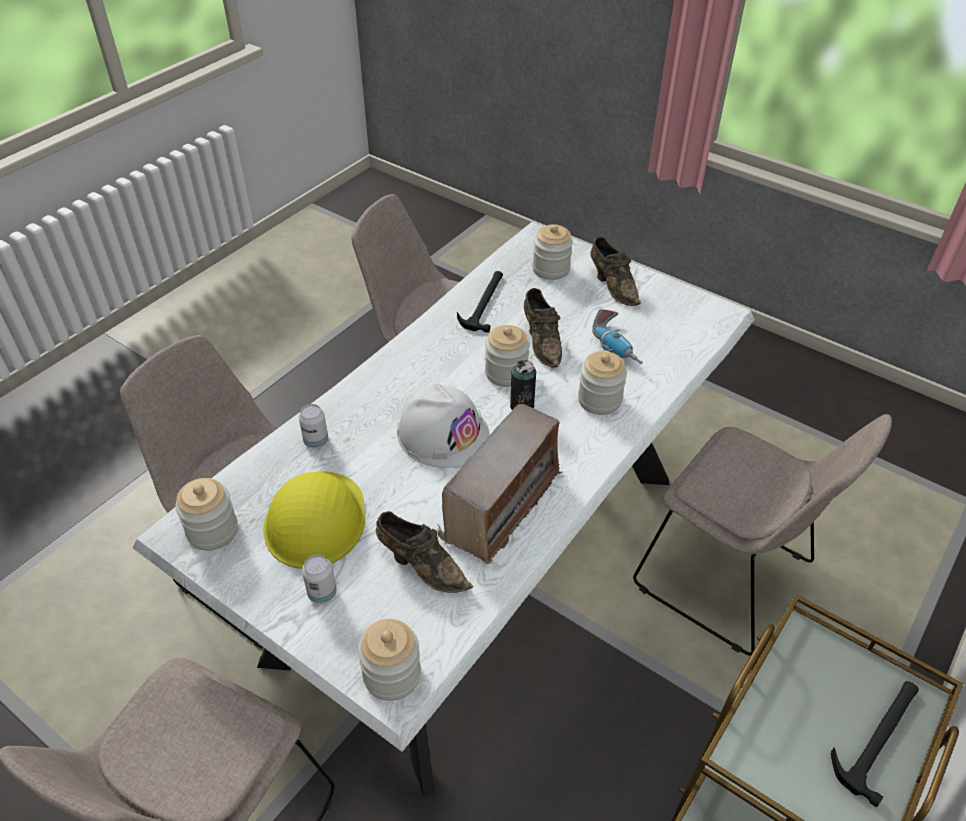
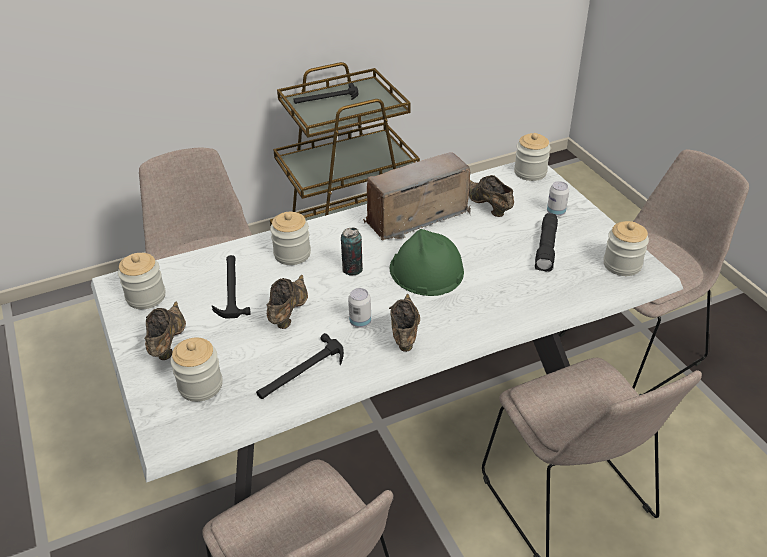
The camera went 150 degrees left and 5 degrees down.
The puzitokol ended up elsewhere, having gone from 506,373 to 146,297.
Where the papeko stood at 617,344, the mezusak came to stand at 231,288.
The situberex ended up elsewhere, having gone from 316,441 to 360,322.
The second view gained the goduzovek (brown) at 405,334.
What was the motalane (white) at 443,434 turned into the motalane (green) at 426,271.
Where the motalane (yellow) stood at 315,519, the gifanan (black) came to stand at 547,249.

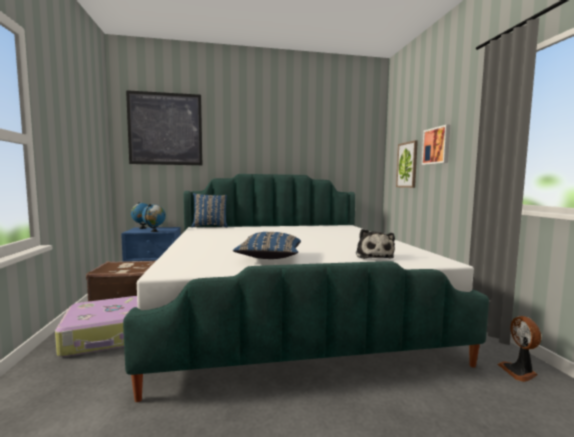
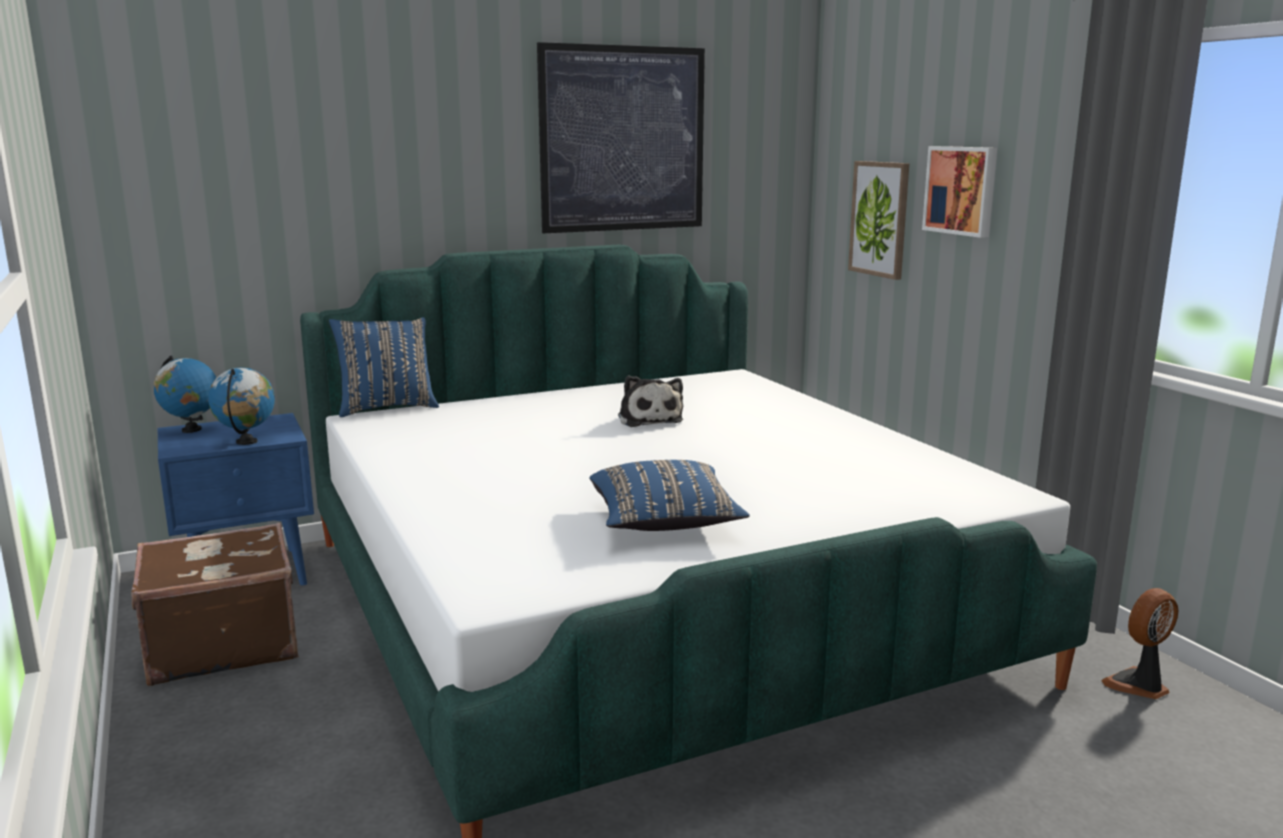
The camera went 15 degrees left and 10 degrees up.
The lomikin ended up elsewhere, having gone from 165,129 to 623,139.
The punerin ended up elsewhere, having gone from 373,256 to 649,419.
The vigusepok at 519,372 ended up facing another way, 75 degrees clockwise from before.
The second view lost the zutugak at 106,336.

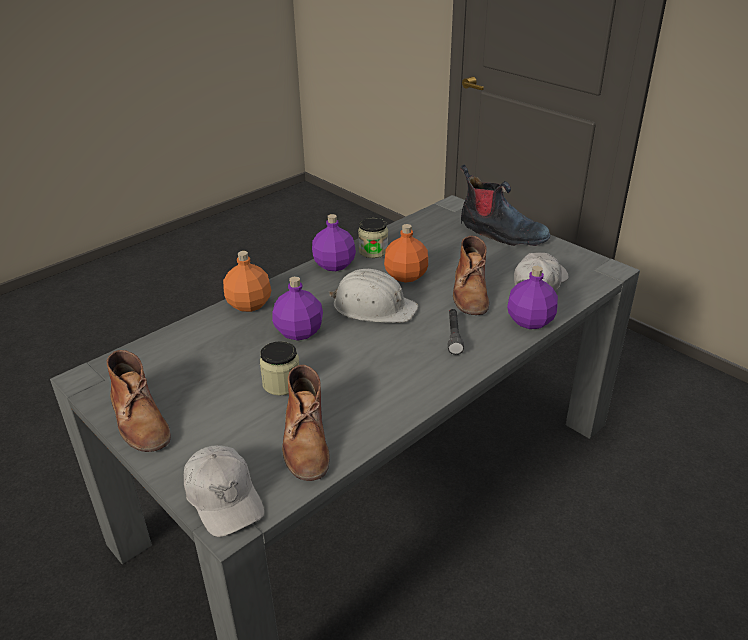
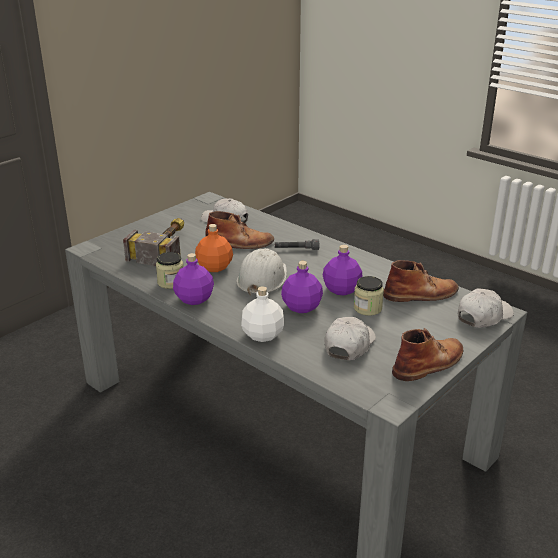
The camera went 95 degrees left and 5 degrees down.
The second view gained the mezusak at 166,247.
What was the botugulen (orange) at 249,305 turned into the botugulen (white) at 263,335.
The botugulen (purple) ended up elsewhere, having gone from 531,321 to 342,289.
The second view gained the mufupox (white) at 349,345.
The second view lost the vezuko at 501,234.

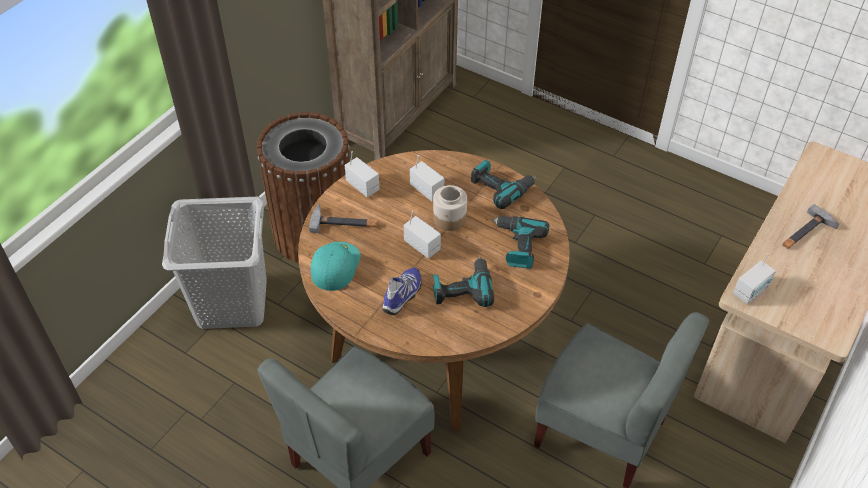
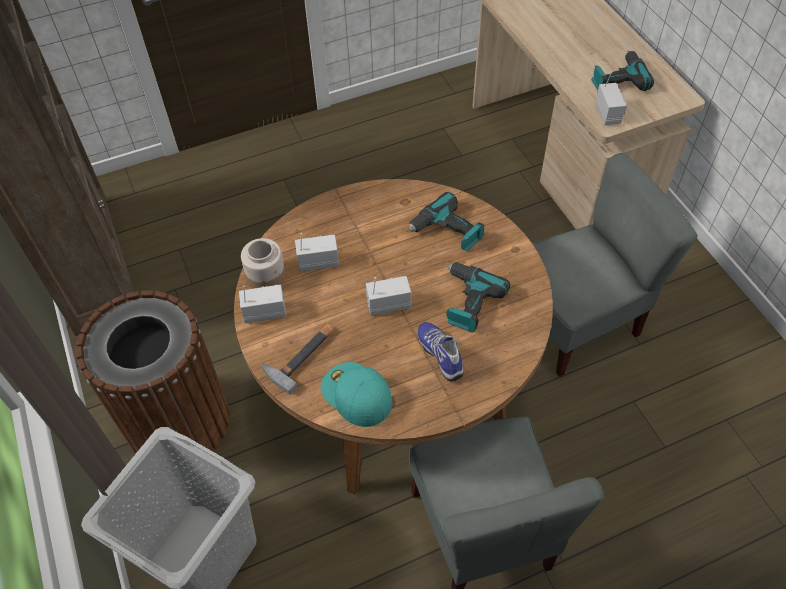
The camera went 55 degrees left and 5 degrees up.
The puzitokol ended up elsewhere, having gone from 450,219 to 266,276.
The papeko ended up elsewhere, having gone from 501,187 to 618,79.
The second view lost the mezusak at 806,233.

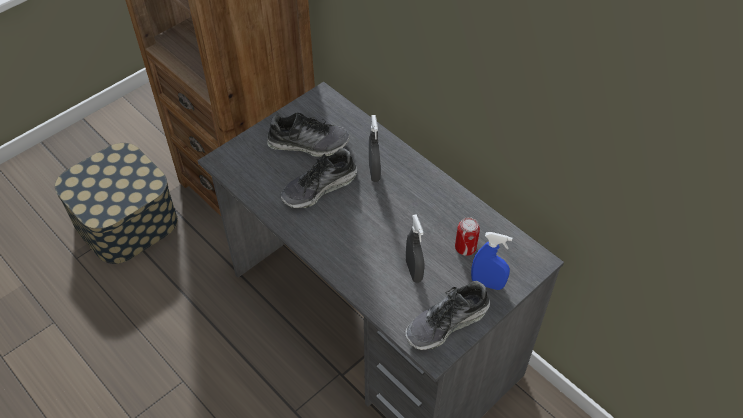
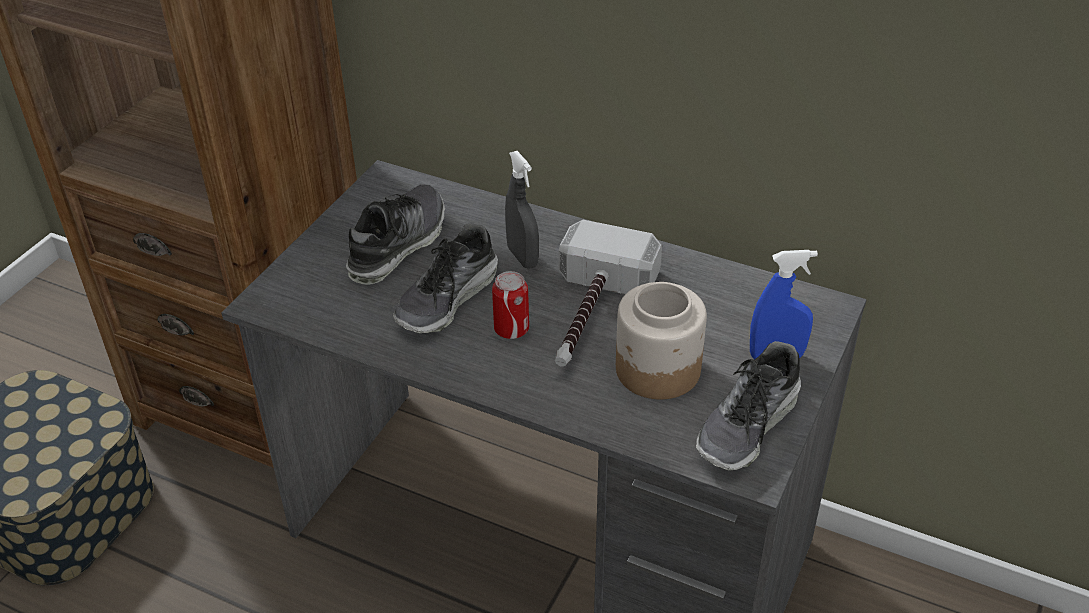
The camera went 20 degrees left and 10 degrees down.
The goduzovek at 308,144 ended up facing another way, 45 degrees counterclockwise from before.
The situberex ended up elsewhere, having gone from 465,248 to 511,329.
The second view gained the mezusak at 590,316.
Where the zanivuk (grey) stood at 414,271, the puzitokol came to stand at 657,370.

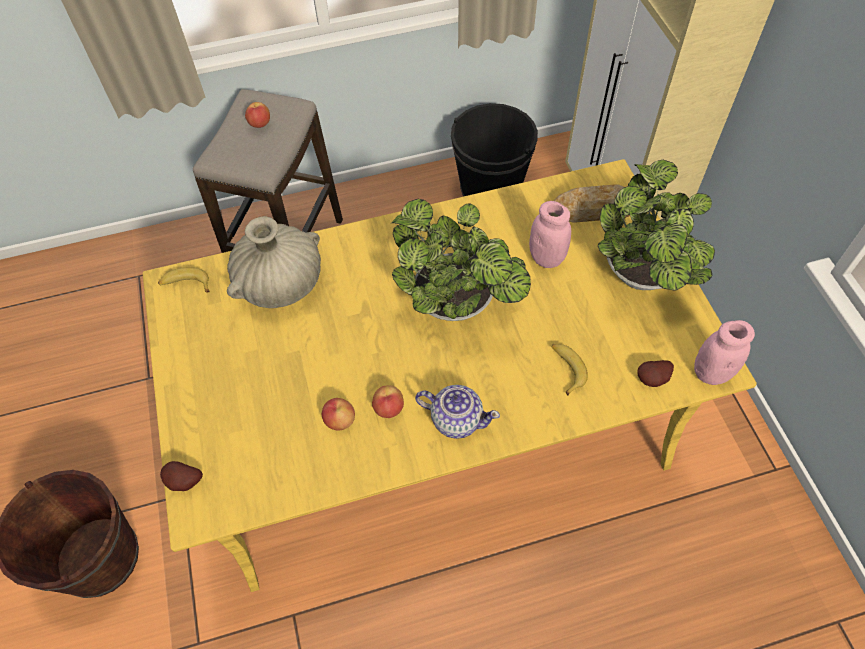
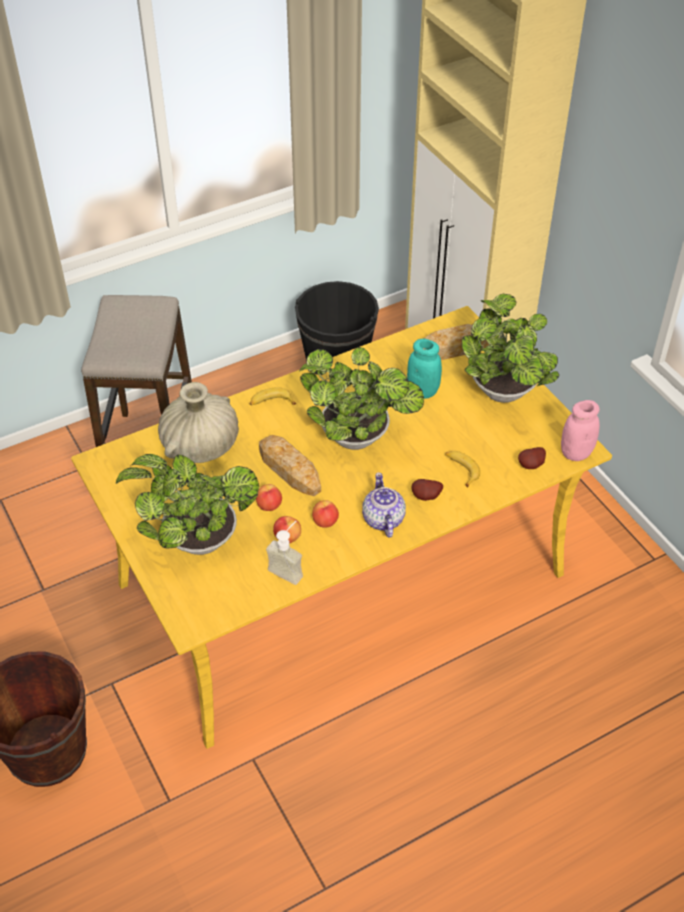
The camera went 15 degrees left and 10 degrees down.
The second view gained the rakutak at 195,539.
The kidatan ended up elsewhere, having gone from 186,284 to 271,402.
The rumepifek ended up elsewhere, having gone from 260,124 to 269,506.
The second view gained the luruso at 289,469.
The second view gained the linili at 289,568.
The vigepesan at 456,419 ended up facing another way, 105 degrees counterclockwise from before.
What was the puzitokol (pink) at 546,258 turned into the puzitokol (turquoise) at 423,391.
The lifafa ended up elsewhere, having gone from 184,482 to 426,497.

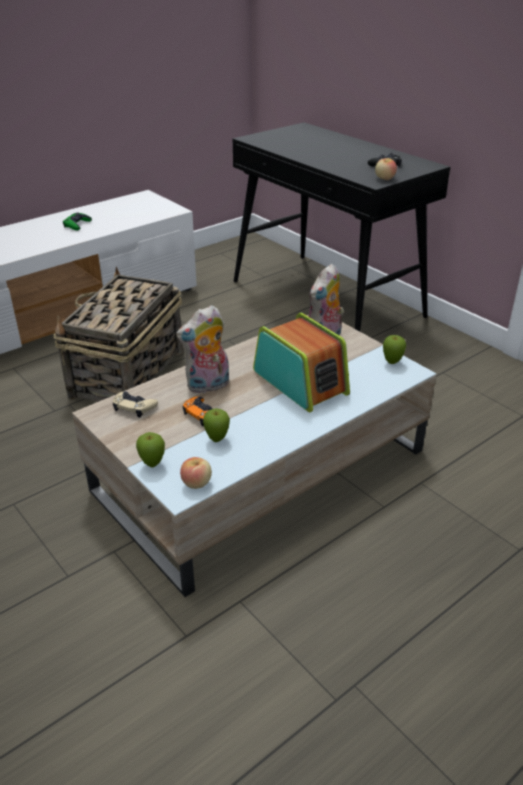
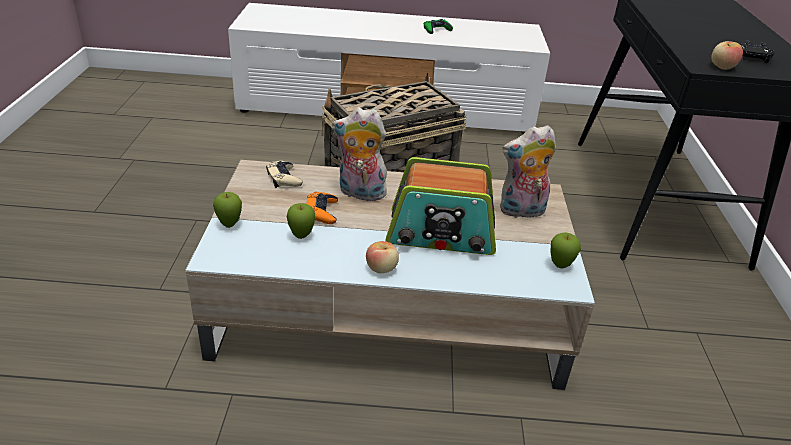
The camera went 40 degrees right and 0 degrees up.
The rumepifek ended up elsewhere, having gone from 196,483 to 382,268.
The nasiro at 301,382 ended up facing another way, 90 degrees clockwise from before.

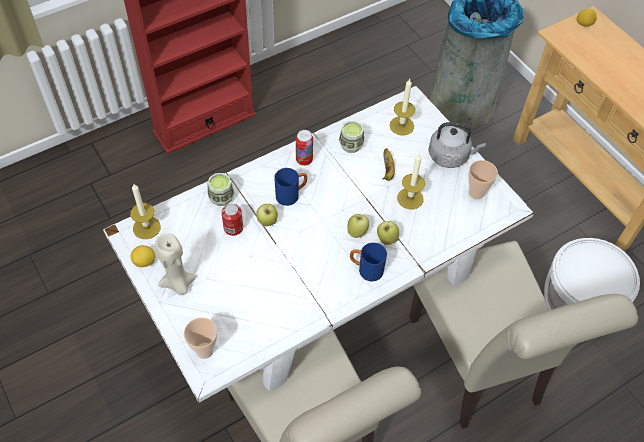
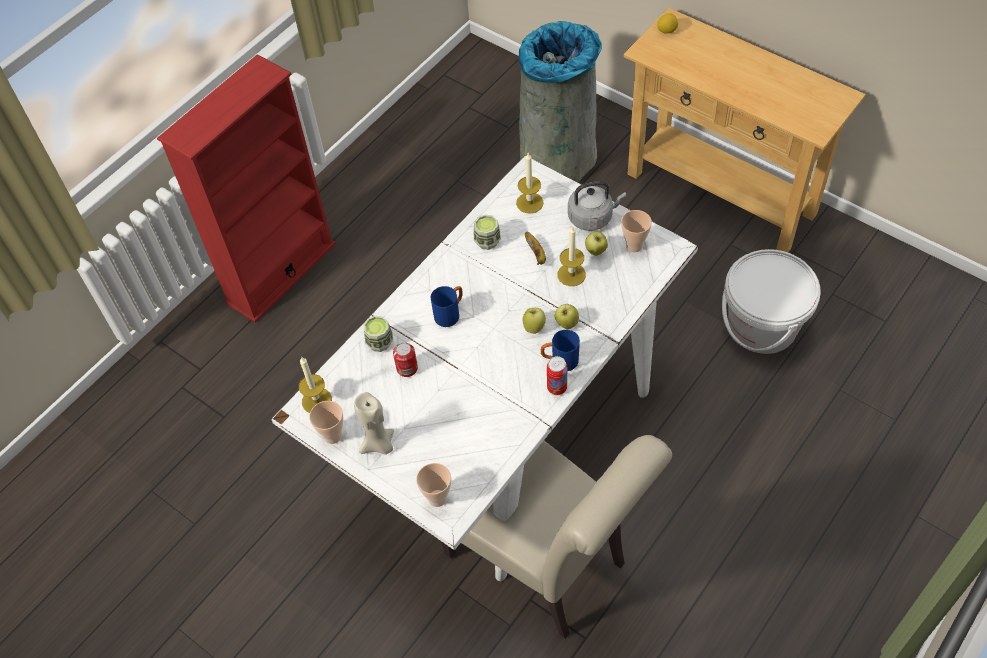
The camera went 15 degrees left and 0 degrees up.
Where the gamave stood at 144,262, the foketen came to stand at 333,435.
The situberex ended up elsewhere, having gone from 304,160 to 557,388.
The rumepifek ended up elsewhere, having gone from 267,222 to 596,251.
The second view lost the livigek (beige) at 478,367.

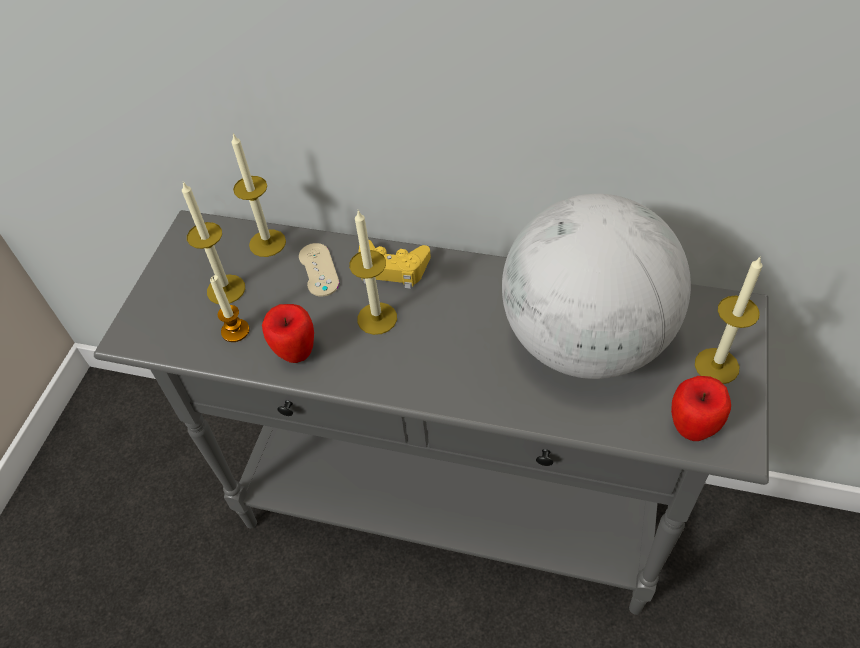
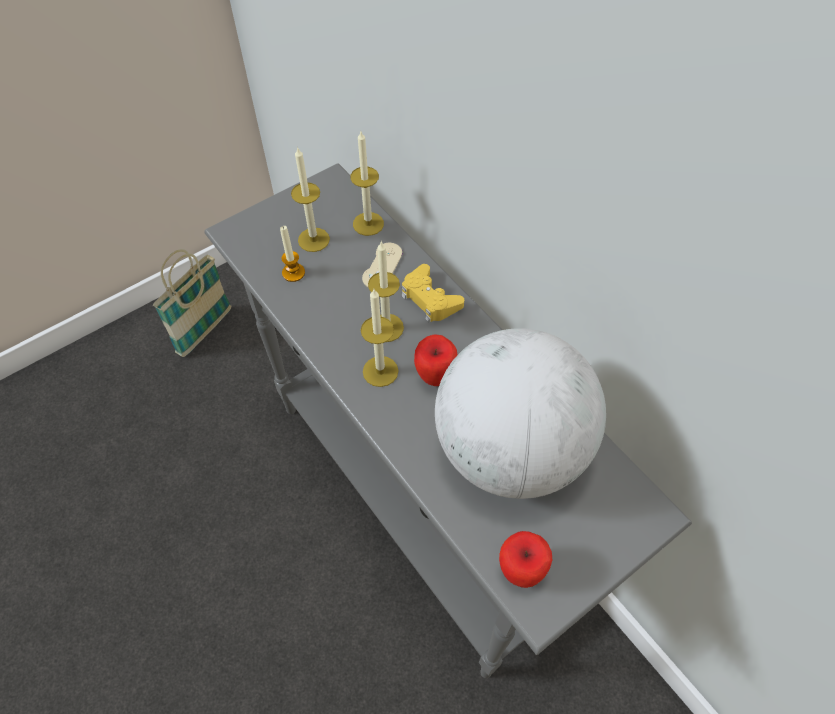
The camera went 35 degrees right and 5 degrees up.
The second view gained the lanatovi at 205,331.
The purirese ended up elsewhere, having gone from 716,366 to 380,371.
The rumepifek ended up elsewhere, having gone from 296,353 to 435,376.

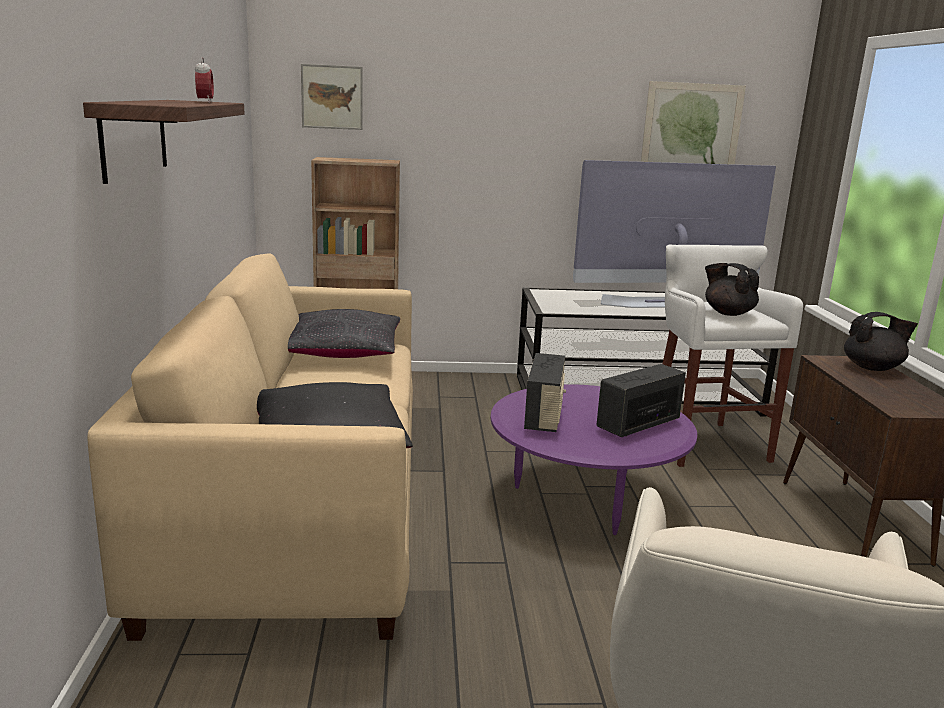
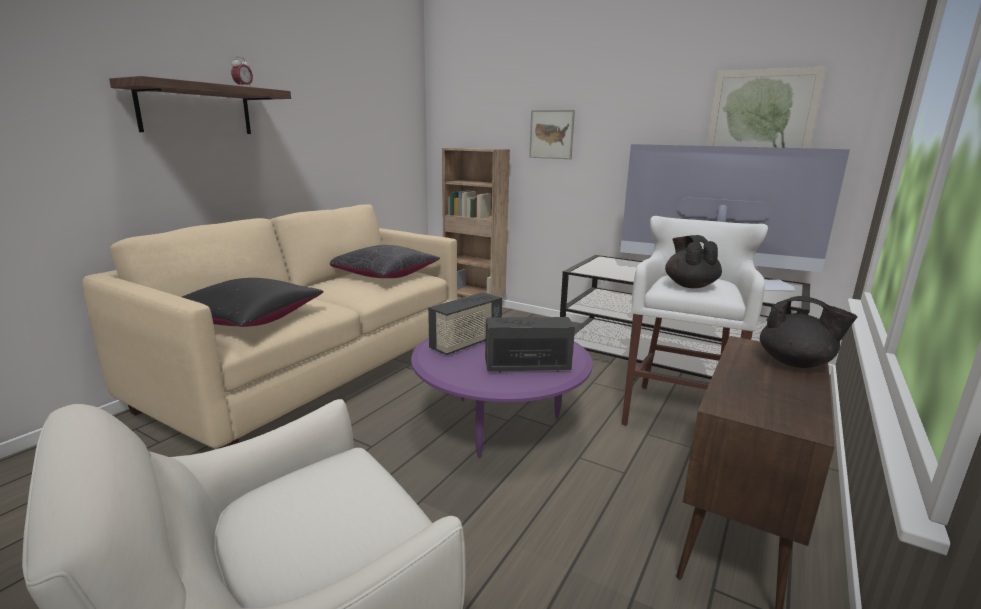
The camera went 35 degrees right and 0 degrees up.
The lomikin ended up elsewhere, having gone from 332,97 to 551,134.

